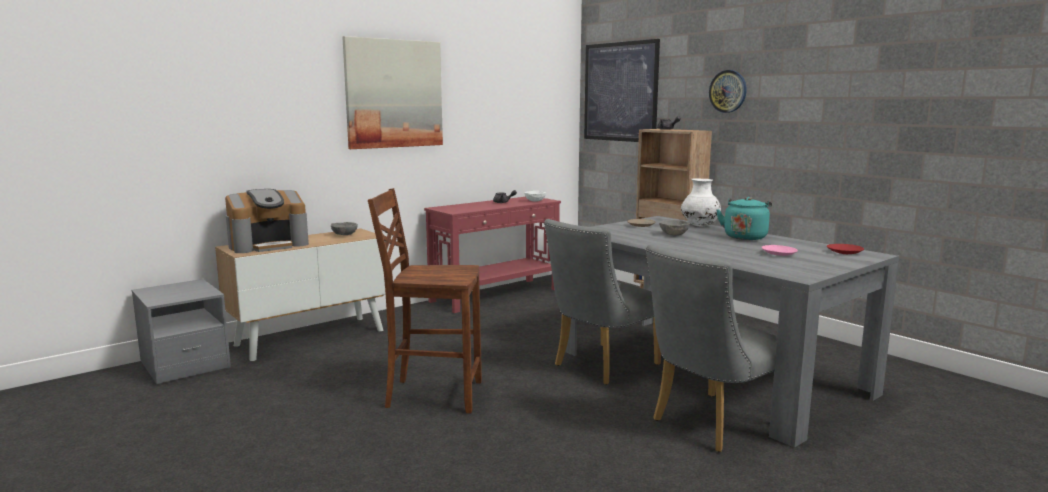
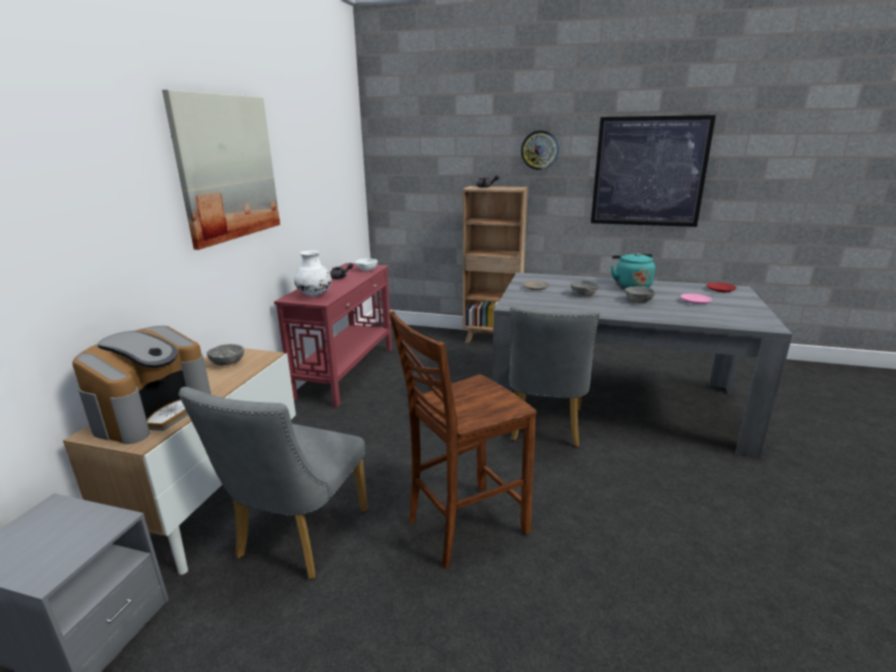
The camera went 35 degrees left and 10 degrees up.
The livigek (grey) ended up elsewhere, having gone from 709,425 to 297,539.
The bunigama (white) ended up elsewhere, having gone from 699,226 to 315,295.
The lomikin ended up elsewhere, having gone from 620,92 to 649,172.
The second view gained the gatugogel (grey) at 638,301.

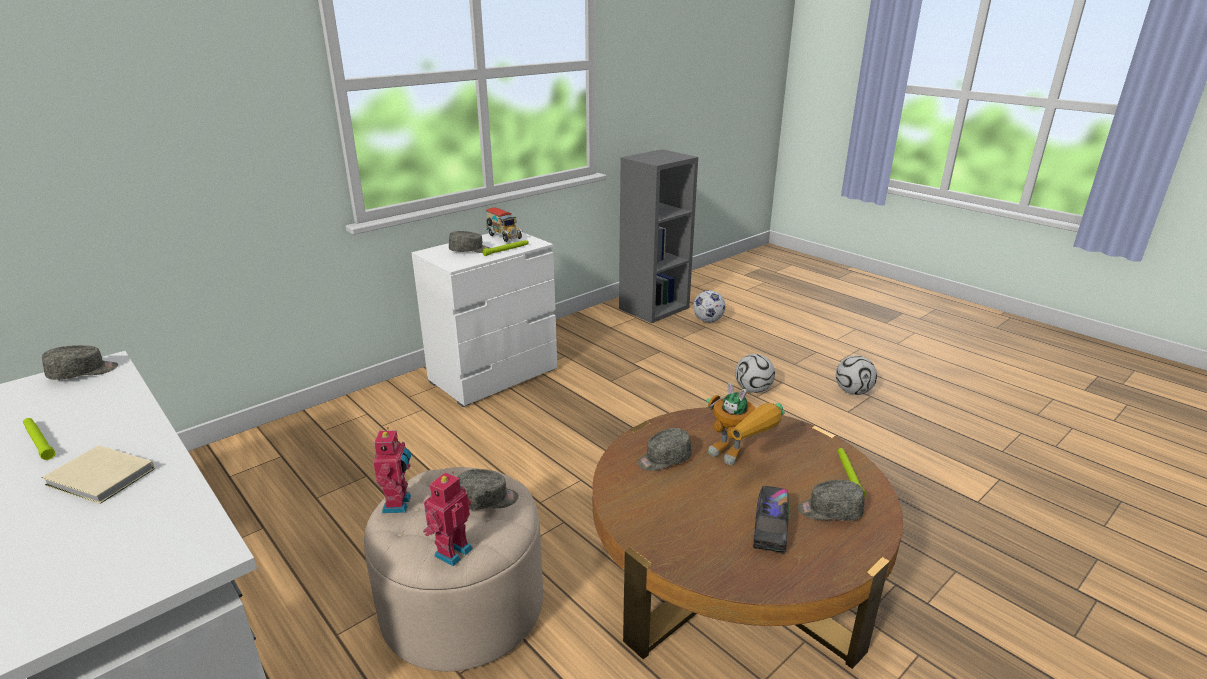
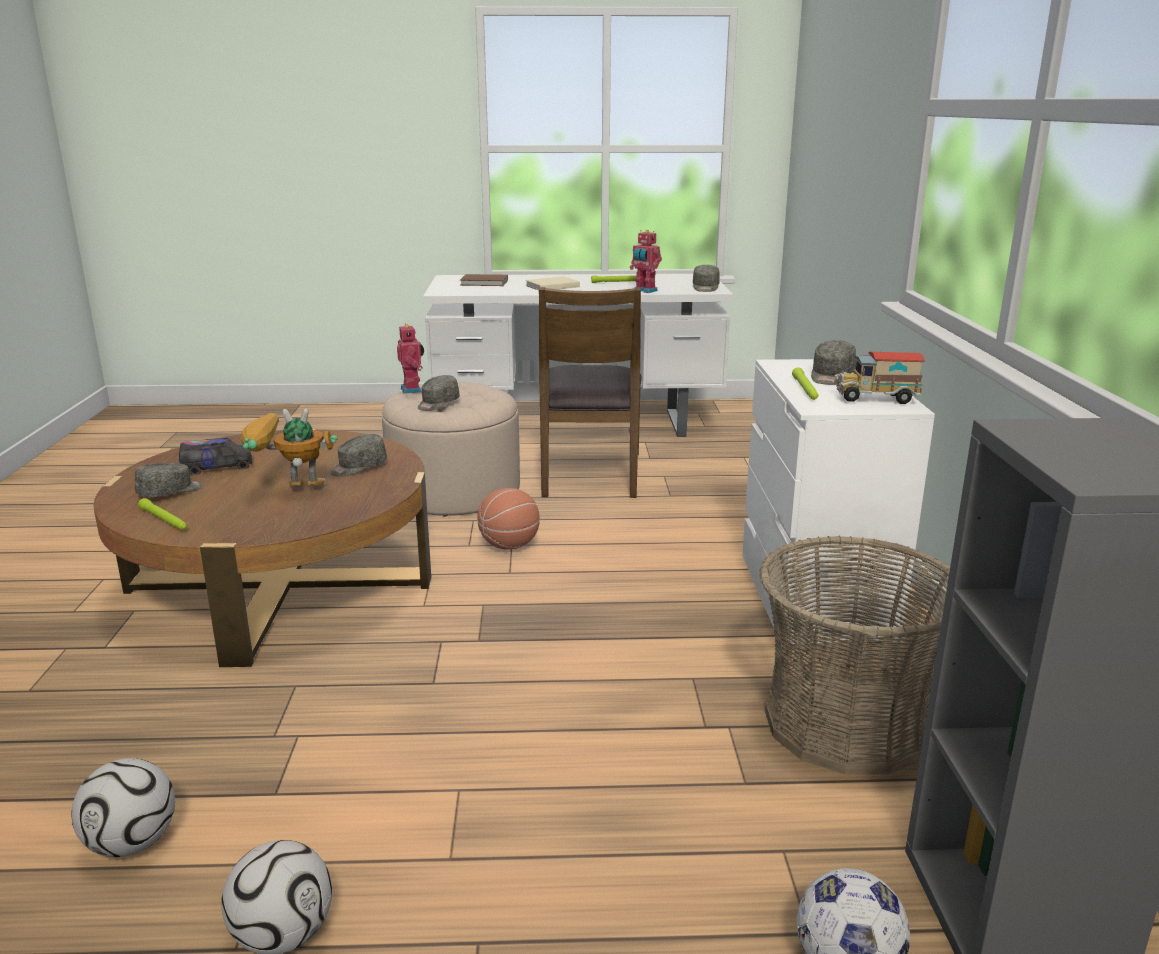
The camera went 130 degrees right and 5 degrees down.
The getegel ended up elsewhere, having gone from 753,390 to 131,843.
The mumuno at 770,529 ended up facing another way, 105 degrees clockwise from before.
The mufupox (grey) at 664,459 ended up facing another way, 150 degrees counterclockwise from before.
The second view gained the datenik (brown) at 485,283.
The second view gained the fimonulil at 509,545.
The second view gained the livigek (brown) at 589,474.
The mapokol ended up elsewhere, having gone from 399,504 to 644,291.
The second view gained the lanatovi at 845,724.

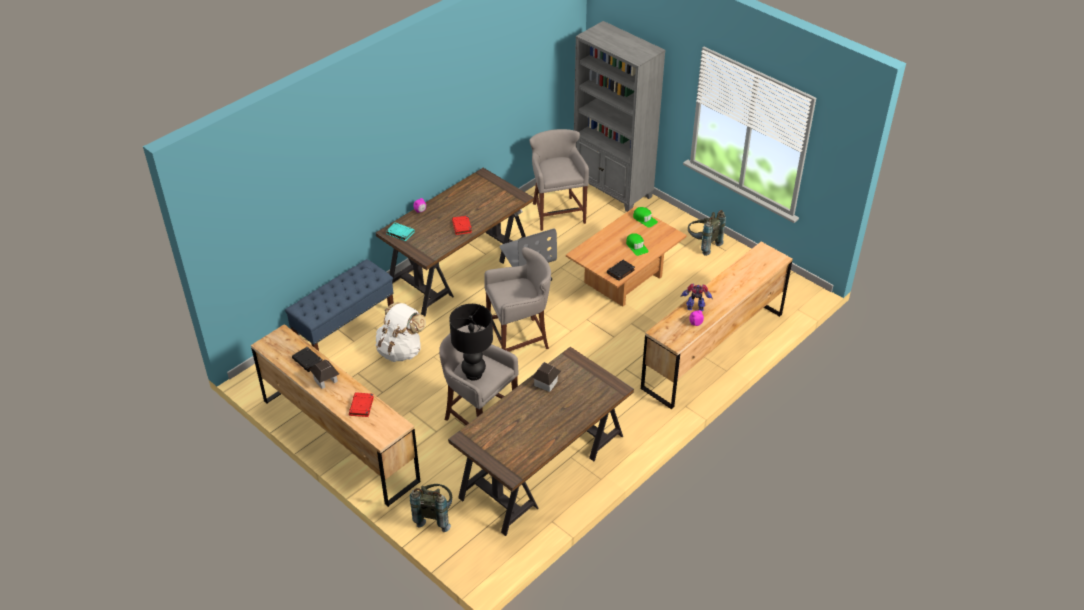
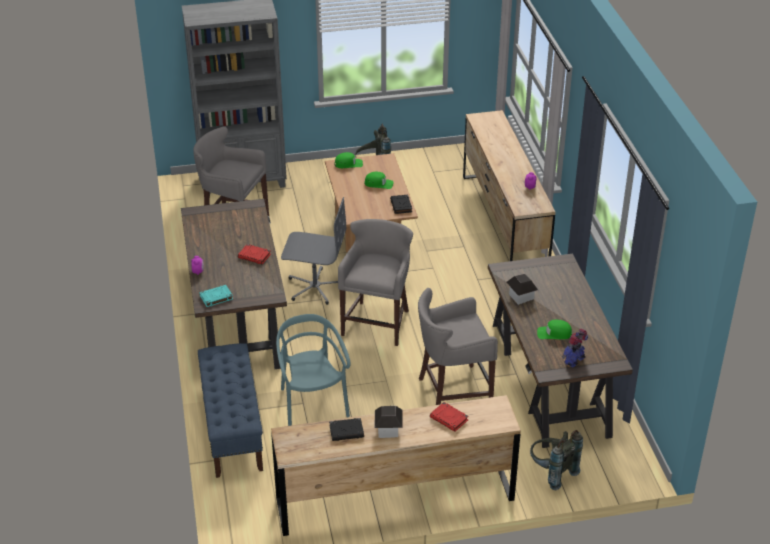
The camera went 55 degrees left and 5 degrees down.
Where the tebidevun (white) stood at 401,350, the livigek (turquoise) came to stand at 312,404.
The second view gained the mufupox (green) at 554,333.
The mapokol ended up elsewhere, having gone from 695,308 to 574,361.
The second view lost the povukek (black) at 474,374.

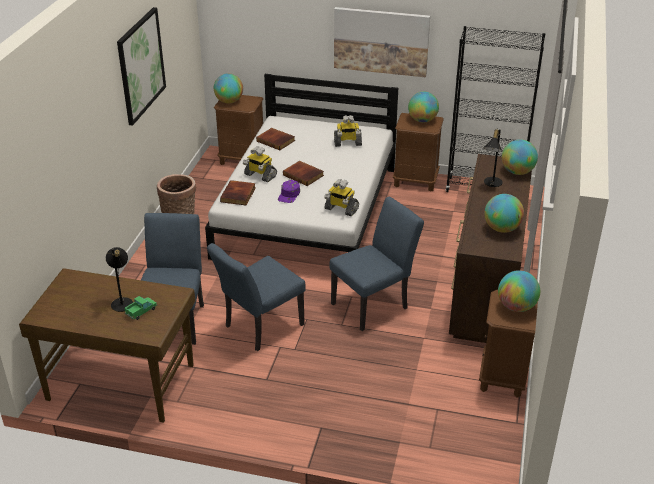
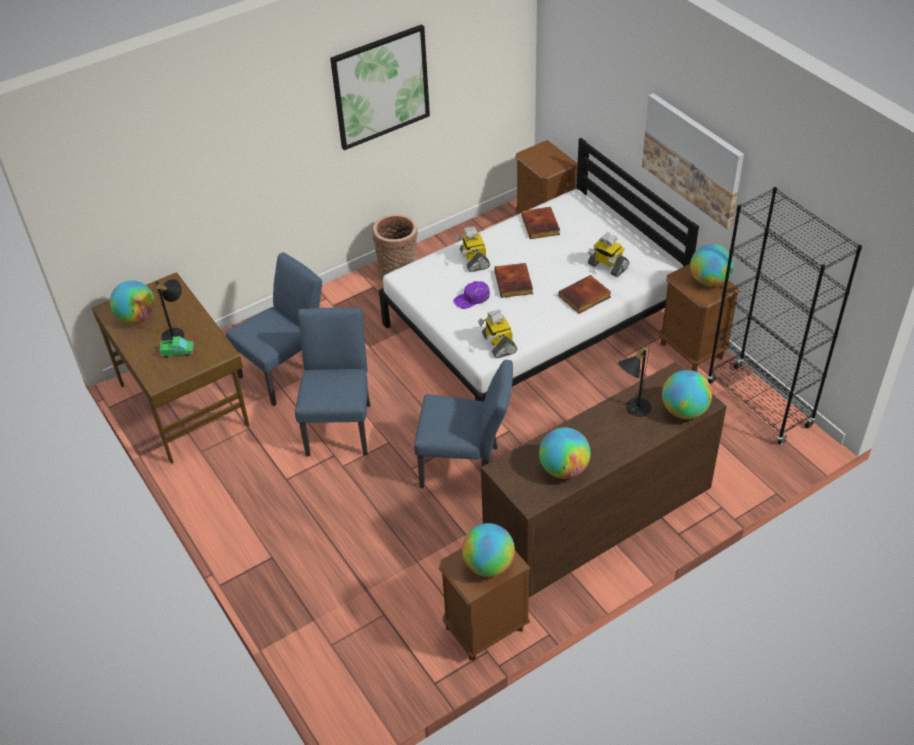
The camera went 45 degrees right and 10 degrees up.
The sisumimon ended up elsewhere, having gone from 229,101 to 137,317.
The livigek (blue) at 259,328 ended up facing another way, 90 degrees clockwise from before.
The datenik ended up elsewhere, having gone from 239,195 to 585,297.

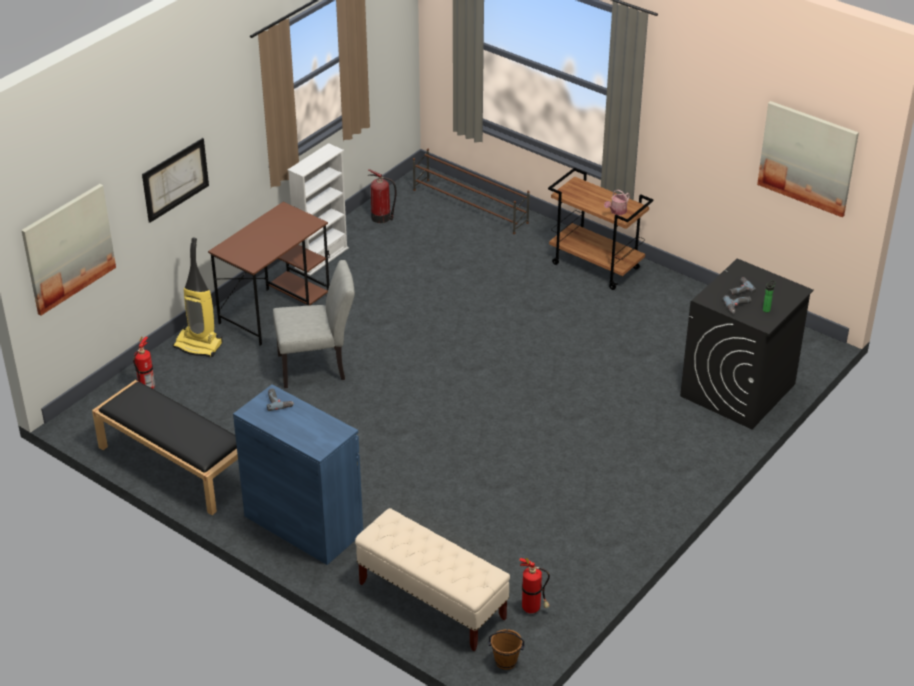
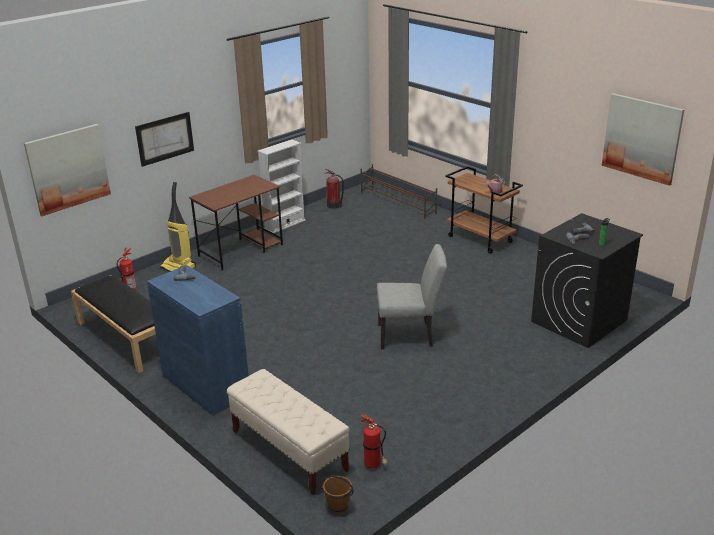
The camera went 10 degrees right and 10 degrees down.
The livigek (grey) ended up elsewhere, having gone from 317,367 to 410,335.

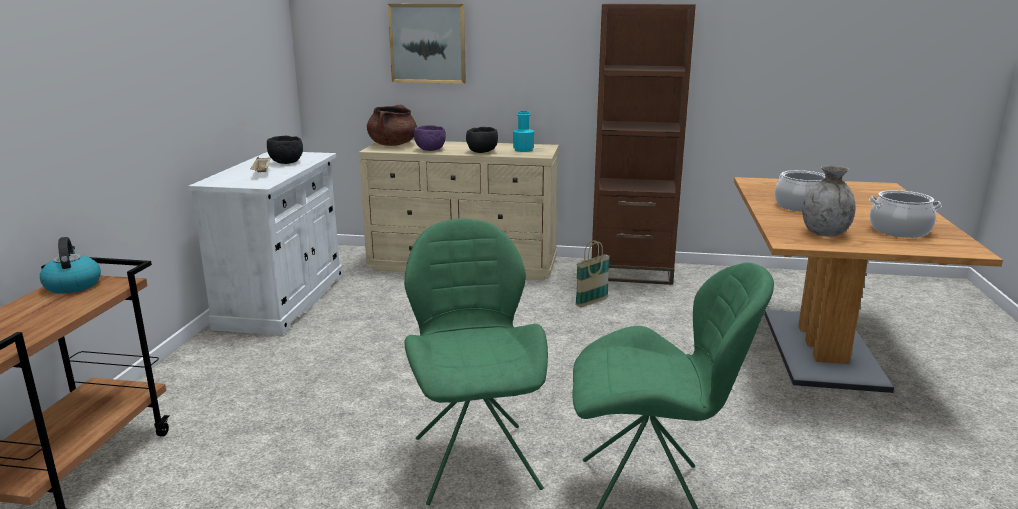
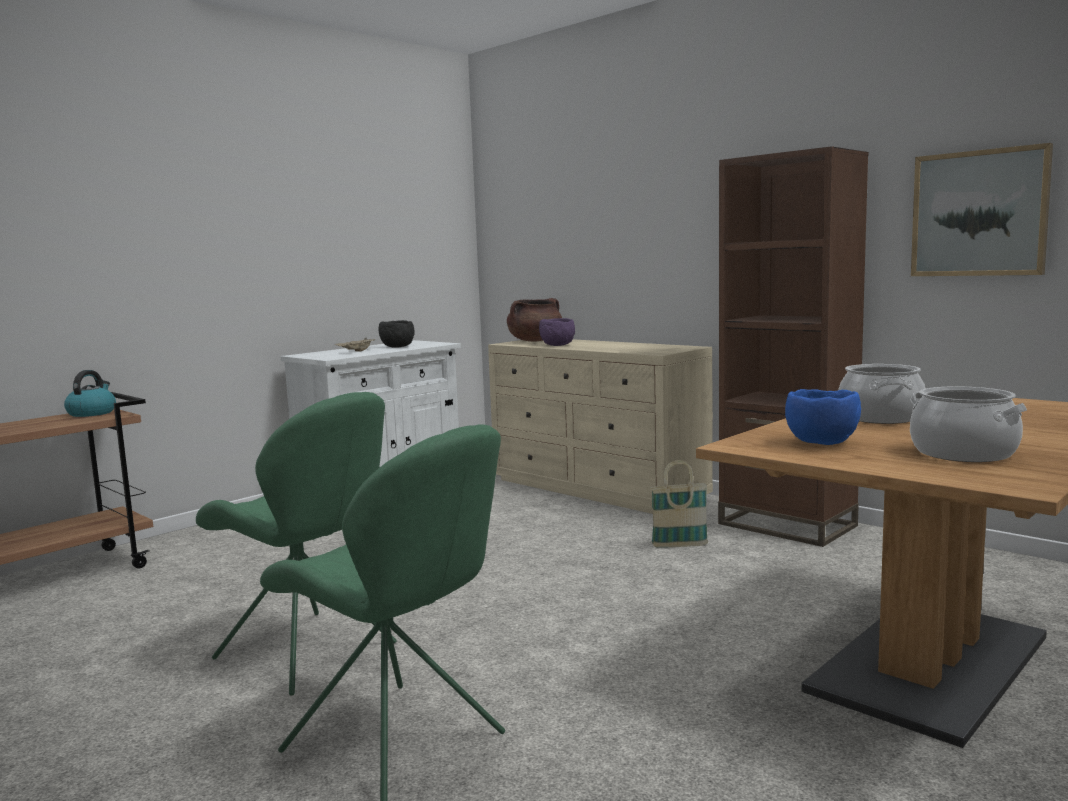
The camera went 35 degrees right and 10 degrees down.
The livigek (green) at 475,459 ended up facing another way, 105 degrees clockwise from before.
Where the bunigama (grey) stood at 825,233, the gatugogel (blue) came to stand at 822,443.
The lomikin ended up elsewhere, having gone from 428,43 to 979,213.
The second view lost the gatugogel (black) at 483,152.
The second view lost the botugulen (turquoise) at 523,150.

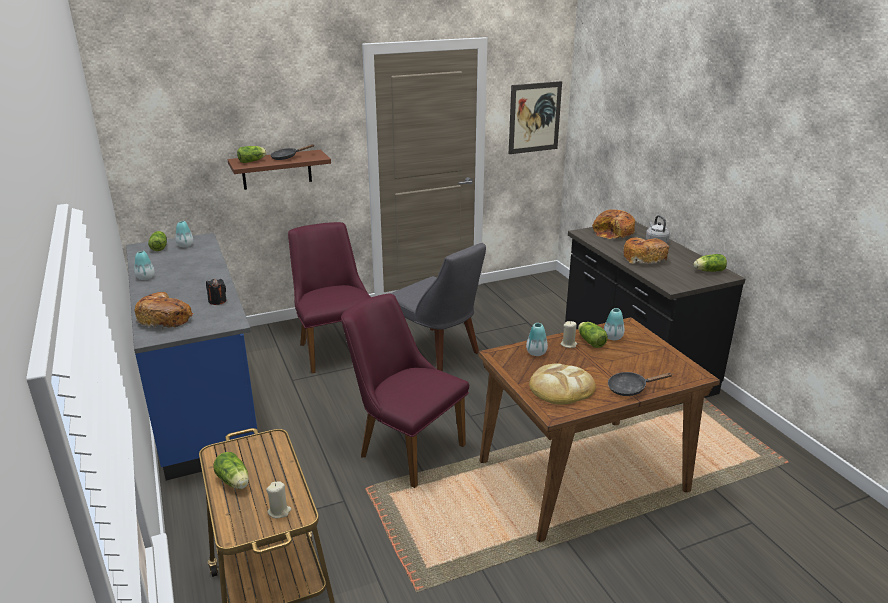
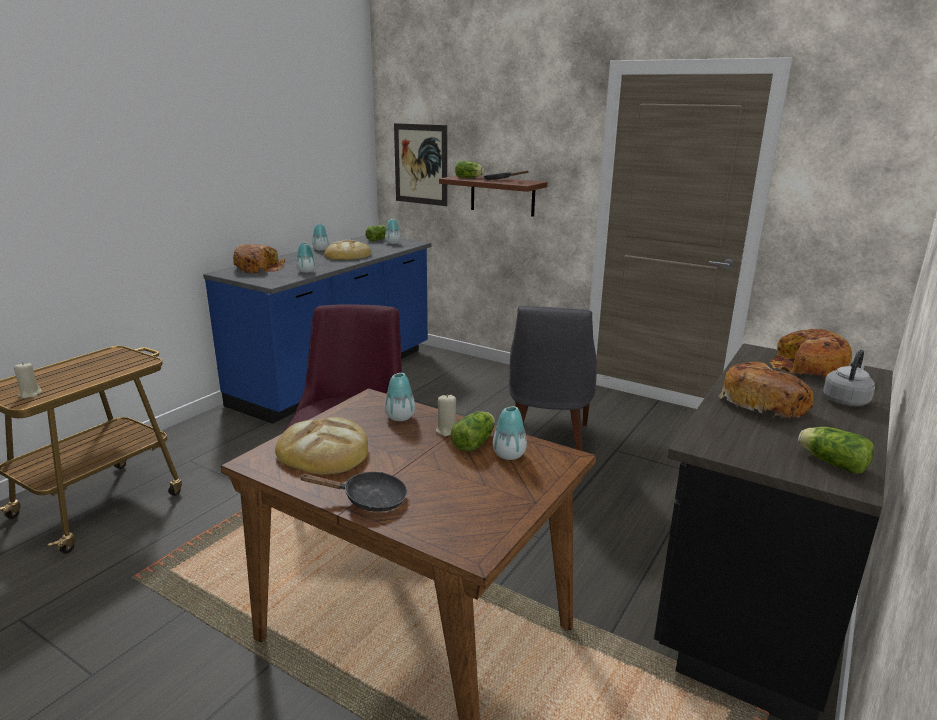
The camera went 55 degrees right and 5 degrees down.
Where the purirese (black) stood at 217,301, the bunigama came to stand at 306,271.
The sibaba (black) at 630,388 ended up facing another way, 135 degrees clockwise from before.
The second view gained the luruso at 348,255.
The lomikin ended up elsewhere, having gone from 534,117 to 421,164.
The second view lost the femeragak at 234,482.
The second view lost the livigek (purple) at 334,347.

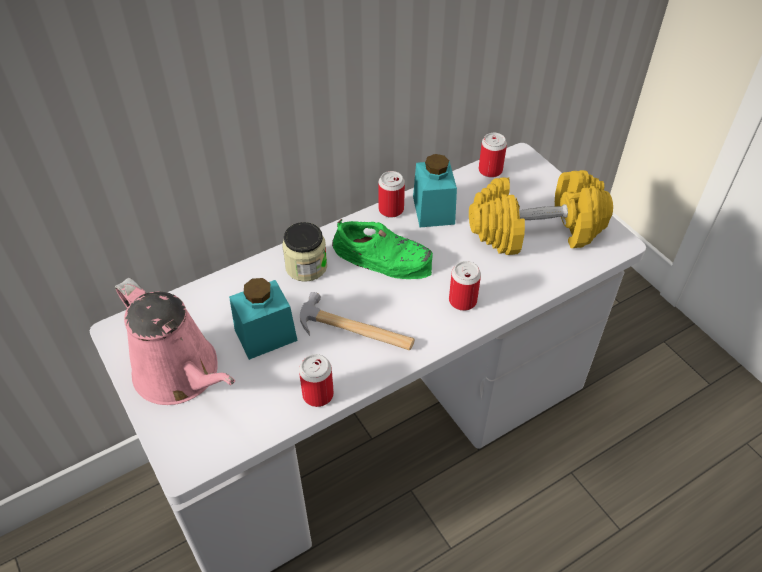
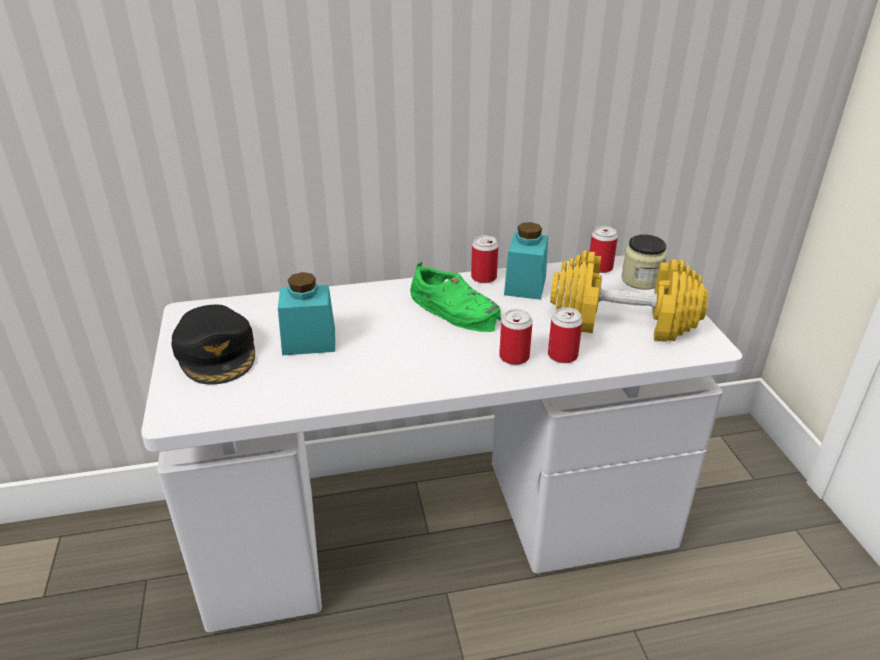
The camera went 20 degrees right and 15 degrees down.
Where the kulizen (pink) stood at 181,374, the mufupox (black) came to stand at 217,352.
The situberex ended up elsewhere, having gone from 318,394 to 562,355.
The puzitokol ended up elsewhere, having gone from 306,266 to 641,280.
The second view lost the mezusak at 355,331.

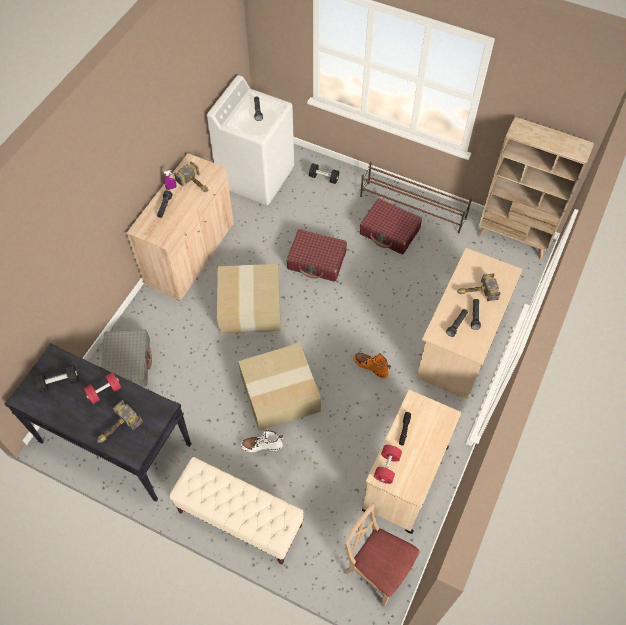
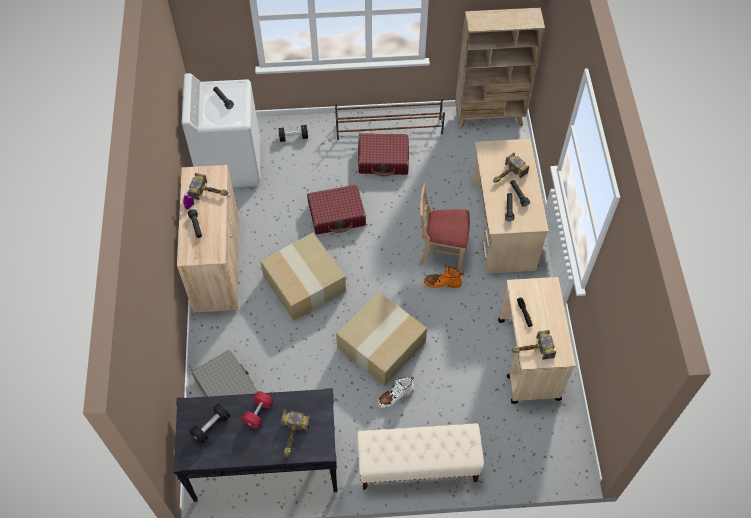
The camera went 30 degrees left and 0 degrees up.
The livigek (beige) ended up elsewhere, having gone from 376,570 to 441,252.
Where the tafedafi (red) stood at 387,467, the mezusak came to stand at 530,349.

